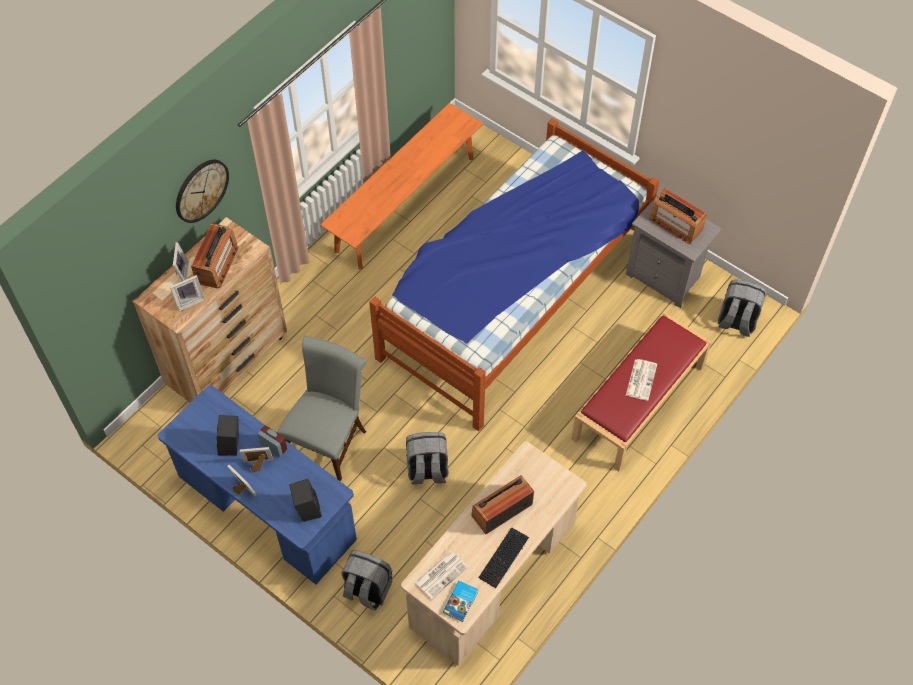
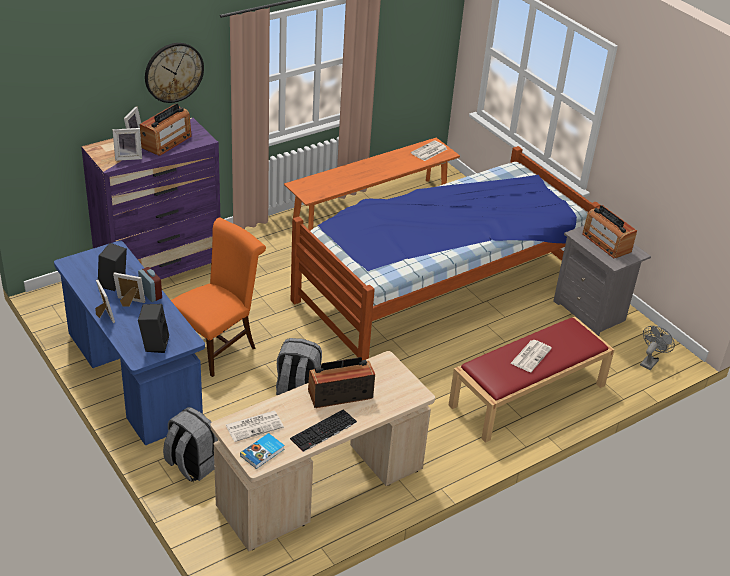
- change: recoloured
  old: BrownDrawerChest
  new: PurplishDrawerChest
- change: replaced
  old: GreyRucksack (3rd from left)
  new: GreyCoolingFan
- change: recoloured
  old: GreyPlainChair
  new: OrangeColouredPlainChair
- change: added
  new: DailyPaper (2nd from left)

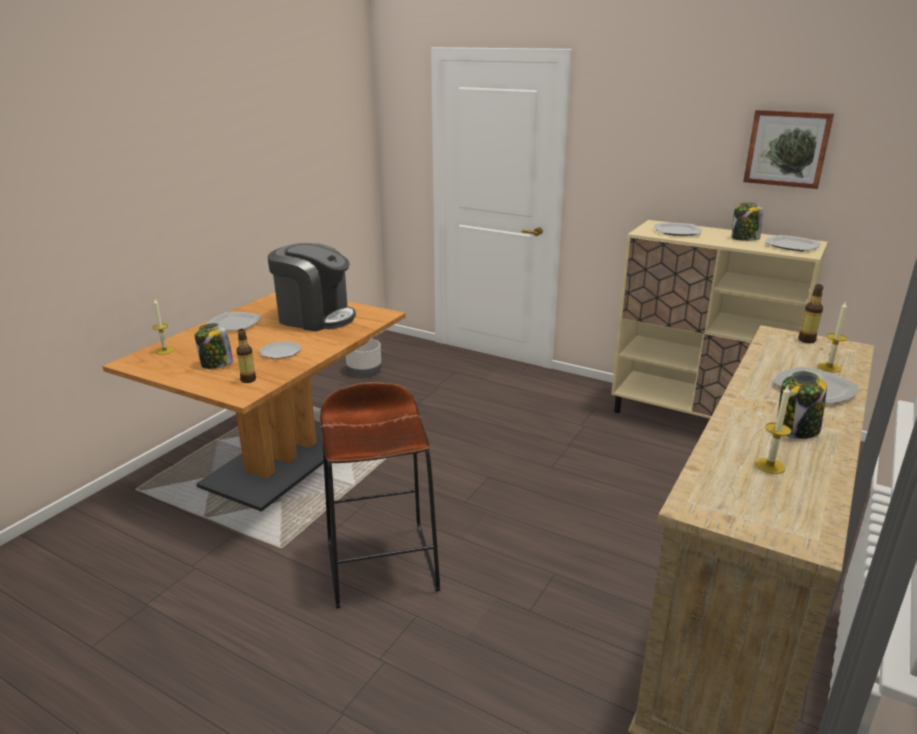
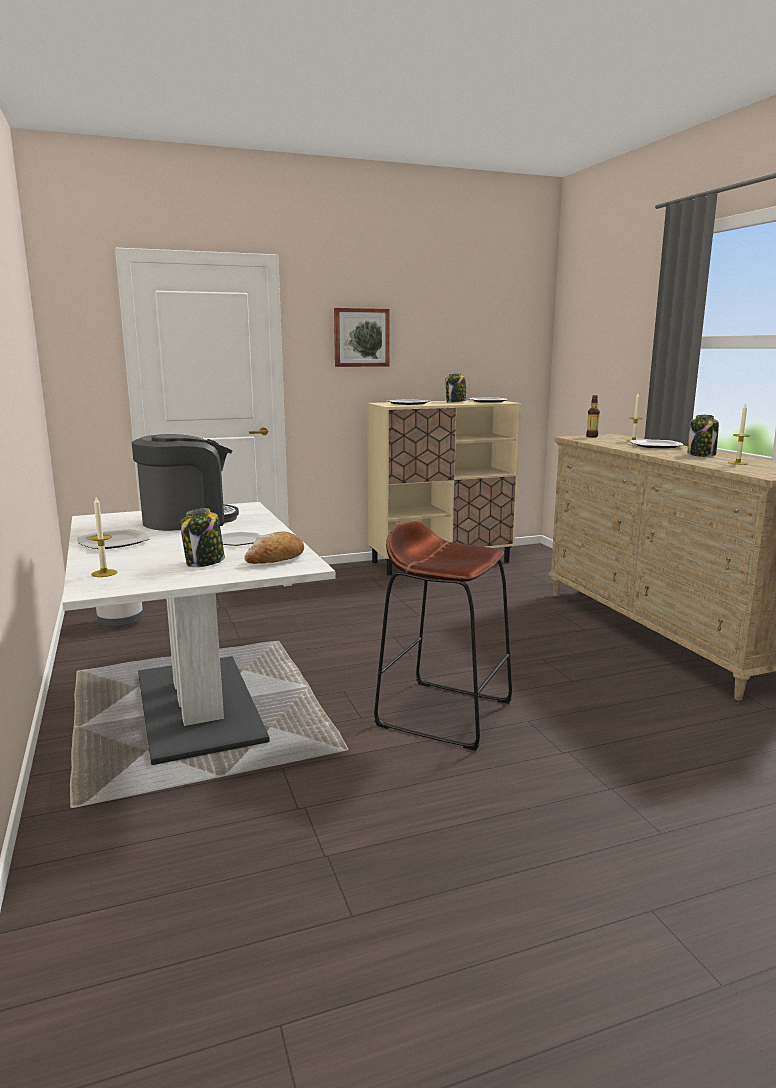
- change: moved
  old: WallPicture
- change: recoloured
  old: BrownDinnerTable
  new: WhitishDinnerTable
- change: replaced
  old: Bottle (1st from left)
  new: BakeryBread

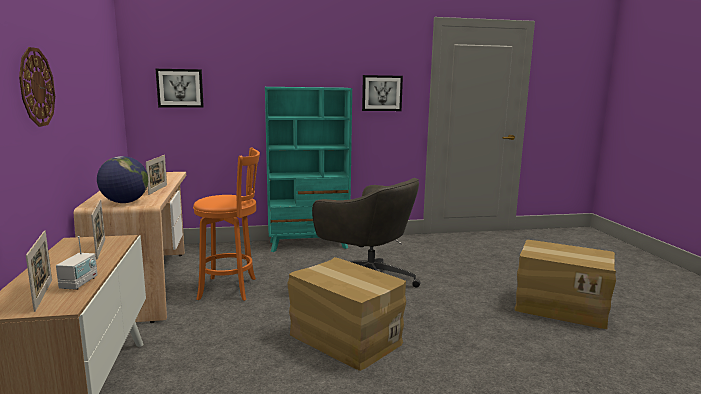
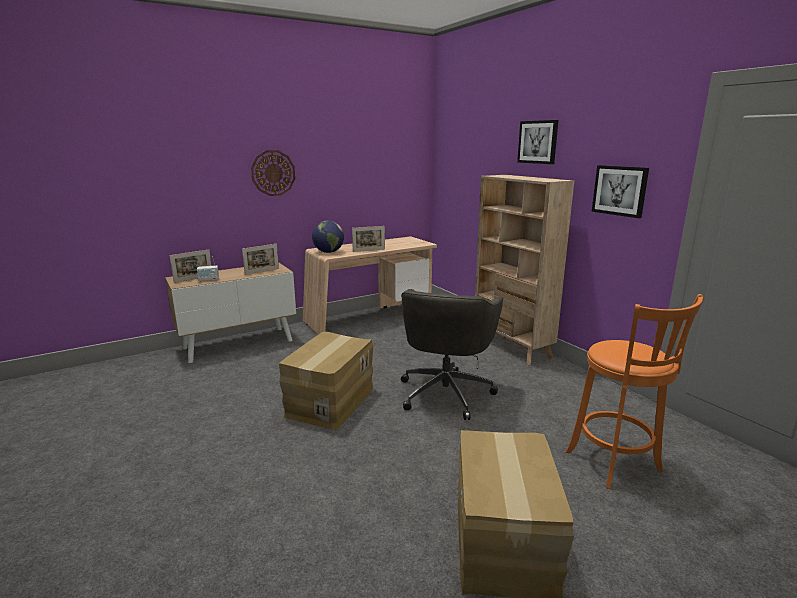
- change: moved
  old: WallPicture (1st from left)
- change: recoloured
  old: TurquoiseBookshelf
  new: BeigeBookshelf
- change: moved
  old: OrangeColouredStool

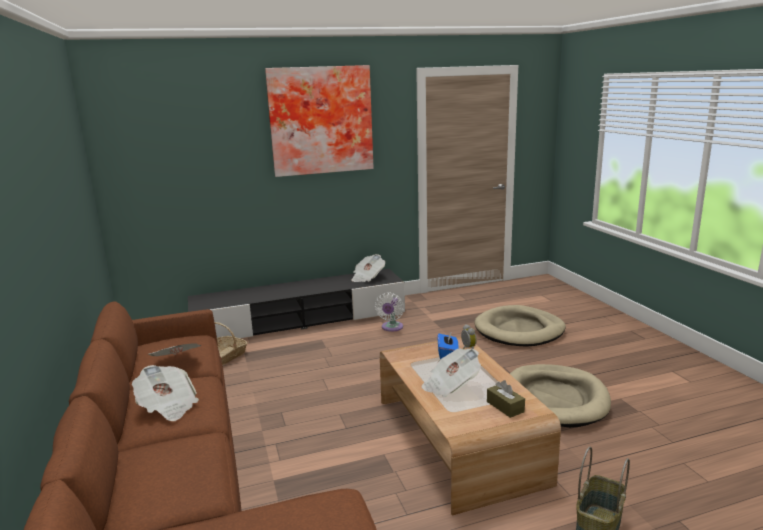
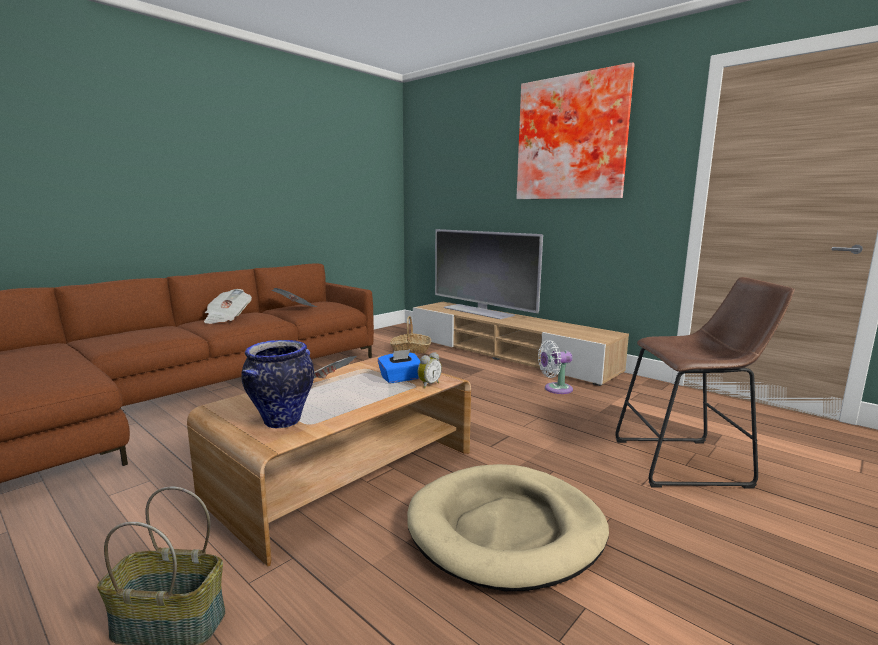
- change: removed
  old: DailyPaper (3rd from left)
- change: recoloured
  old: BlackColouredTvUnit
  new: BeigeTvUnit
- change: replaced
  old: BeigeDogCushion (1st from left)
  new: BrownStool
- change: replaced
  old: BrownTissueBox
  new: DecorativeVase
- change: added
  new: Television

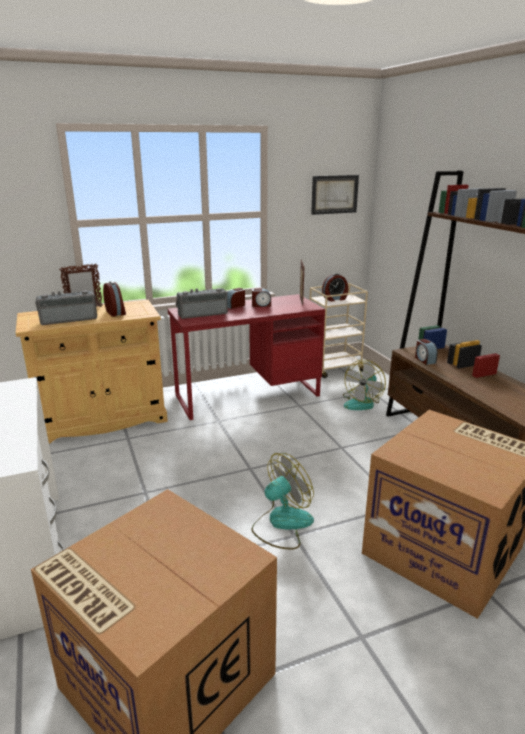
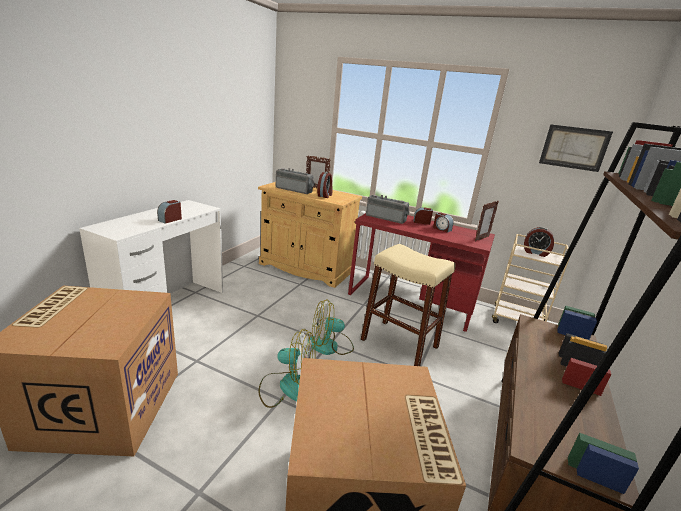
- change: moved
  old: AlarmClock (5th from left in the first image)
  new: AlarmClock (1st from left)
- change: moved
  old: CoolingFan (2nd from left)
- change: added
  new: BeigeStool

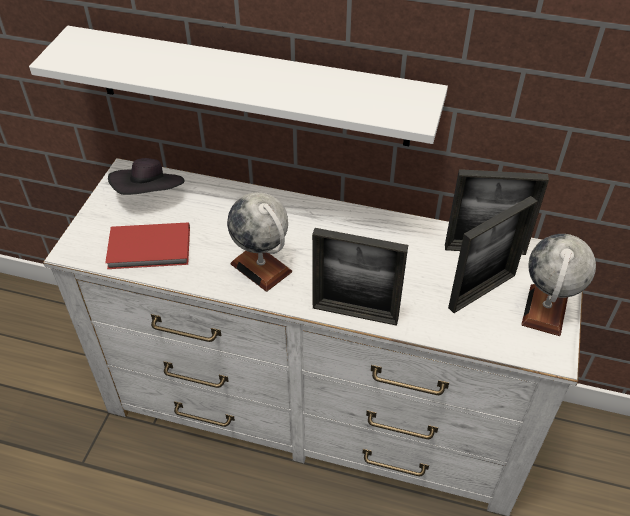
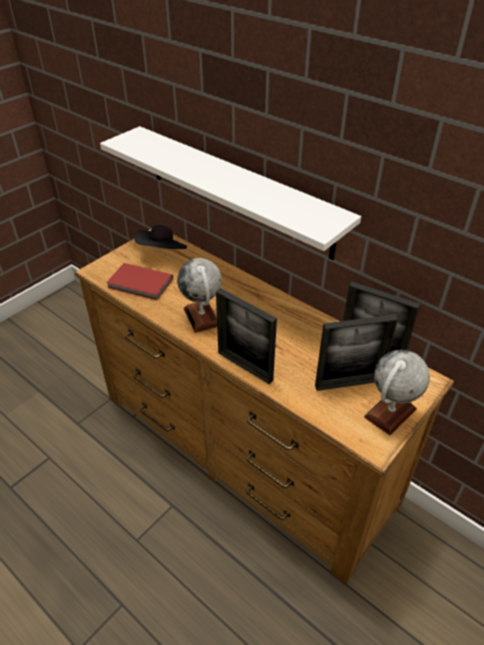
- change: recoloured
  old: WhitishDrawerChest
  new: BrownDrawerChest

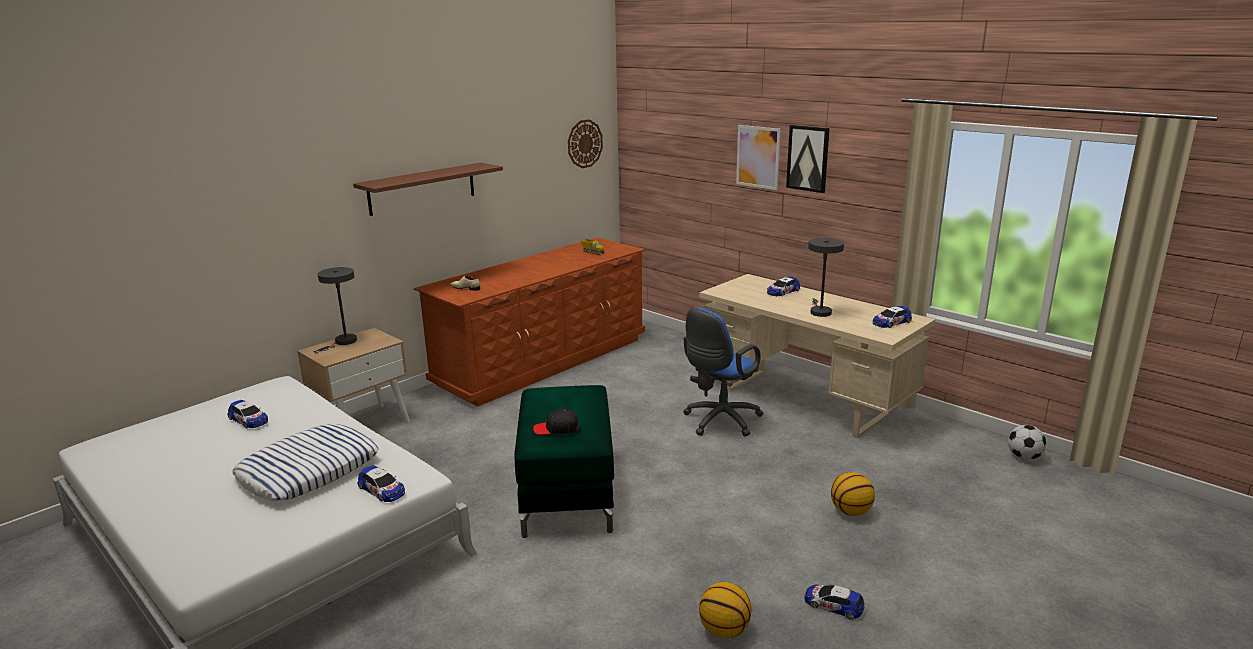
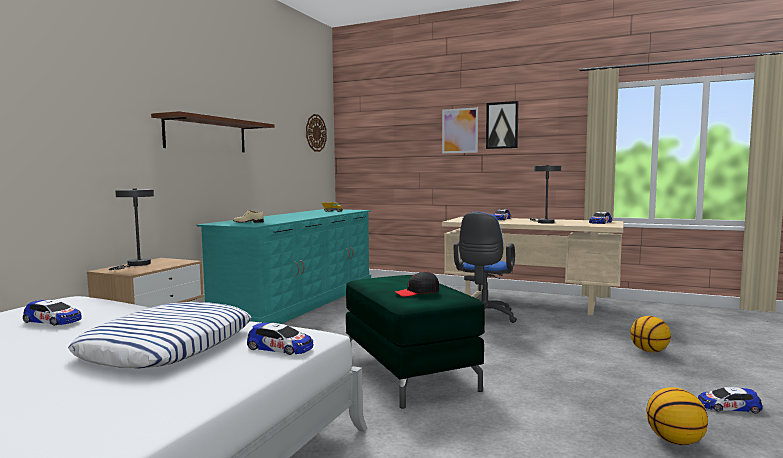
- change: recoloured
  old: BrownDrawerChest
  new: TurquoiseDrawerChest
- change: removed
  old: BallForFootball

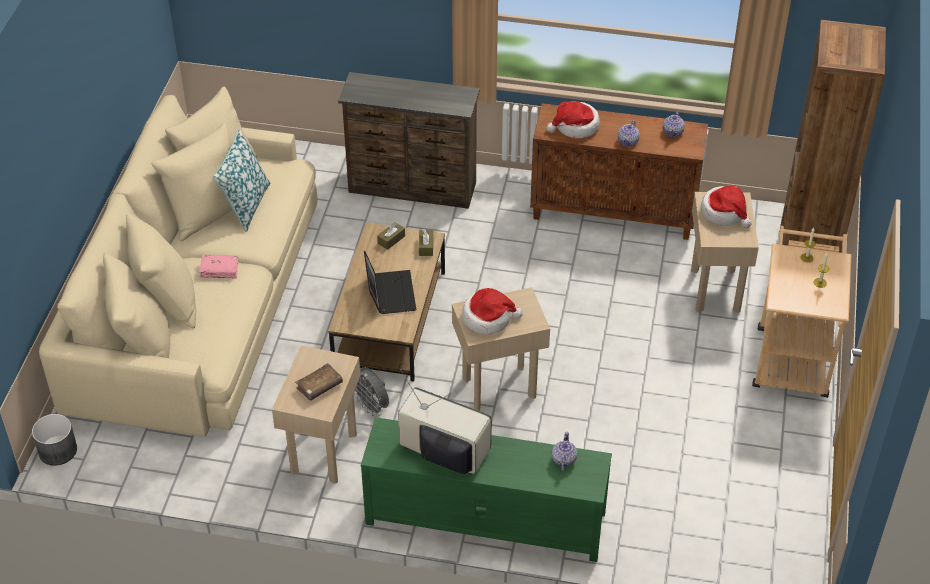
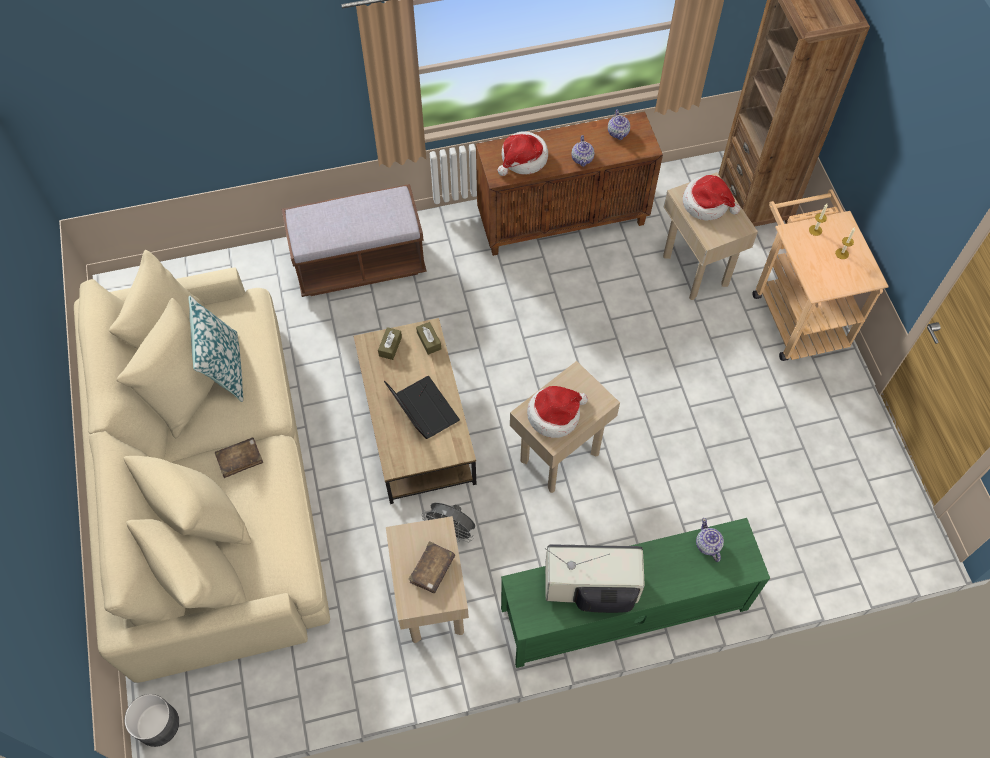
- change: replaced
  old: BrownDrawerChest
  new: BrownIndoorBench
- change: recoloured
  old: PinkVolume
  new: BrownVolume (1st from left)

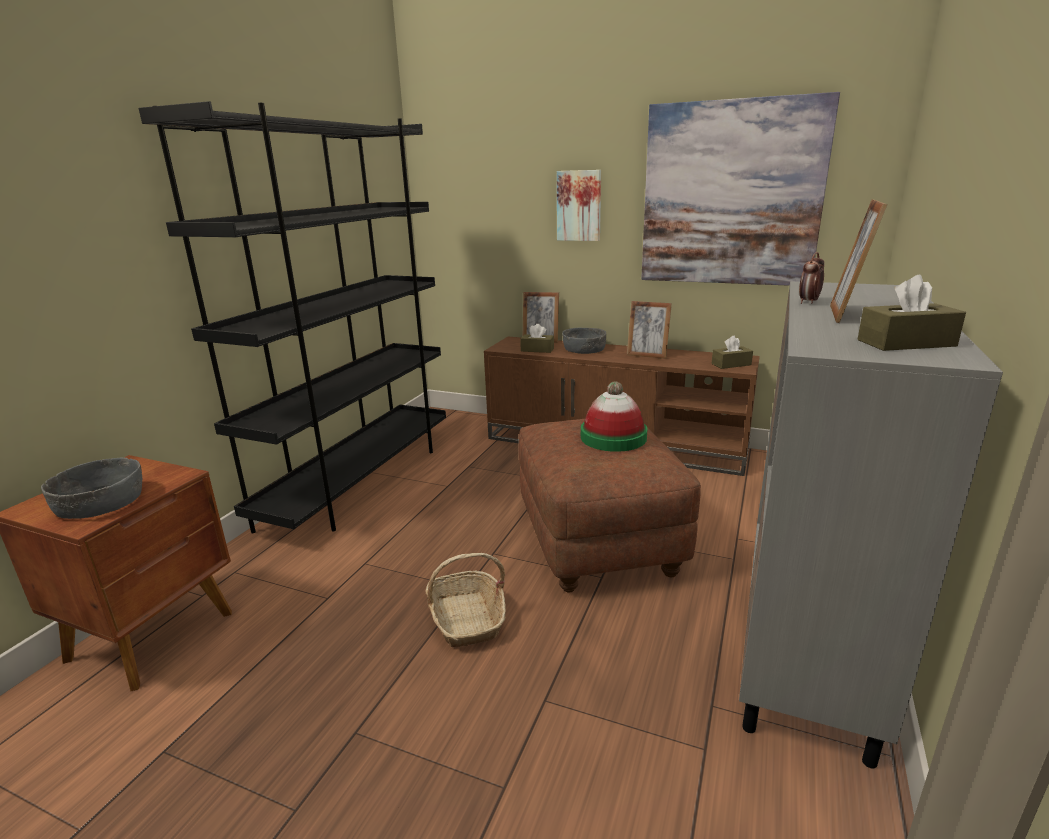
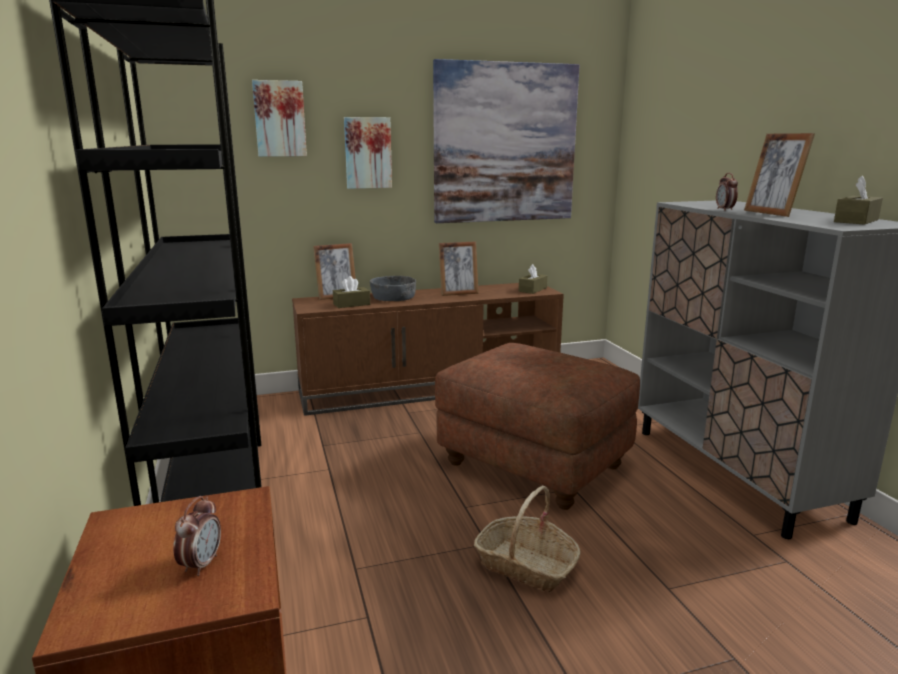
- change: removed
  old: WearableHat
- change: replaced
  old: GreyBowl (1st from left)
  new: AlarmClock (1st from left)
- change: added
  new: WallPicture (1st from left)

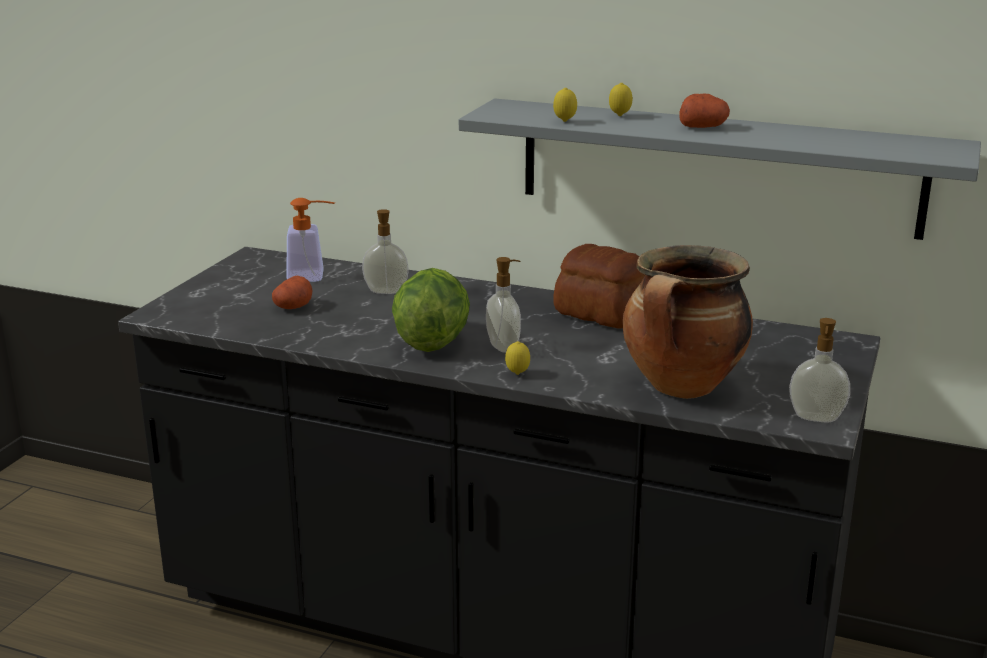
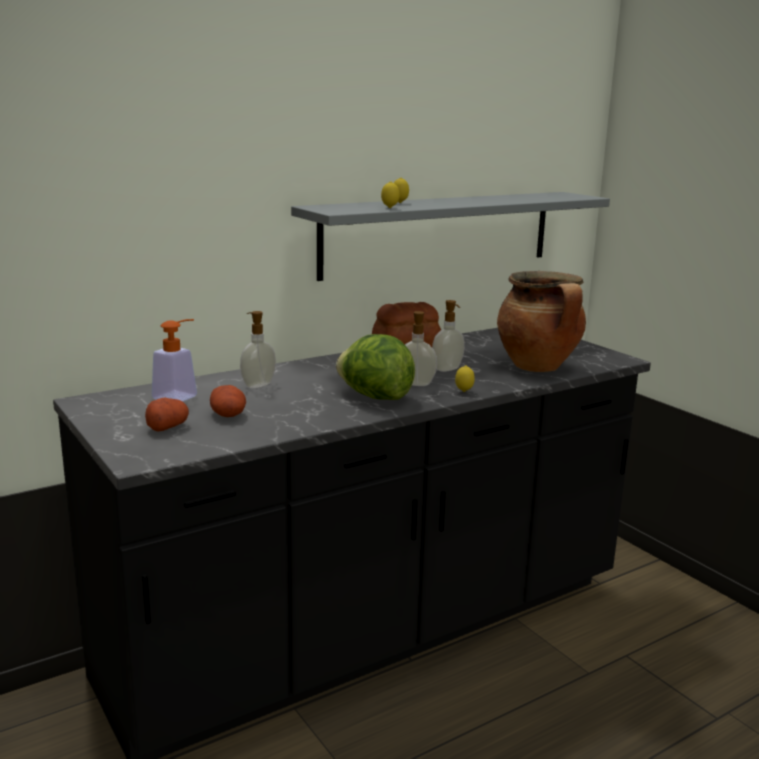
- change: moved
  old: Potato (2nd from left in the first image)
  new: Potato (1st from left)
- change: moved
  old: LiquidSoapBottle (4th from left)

